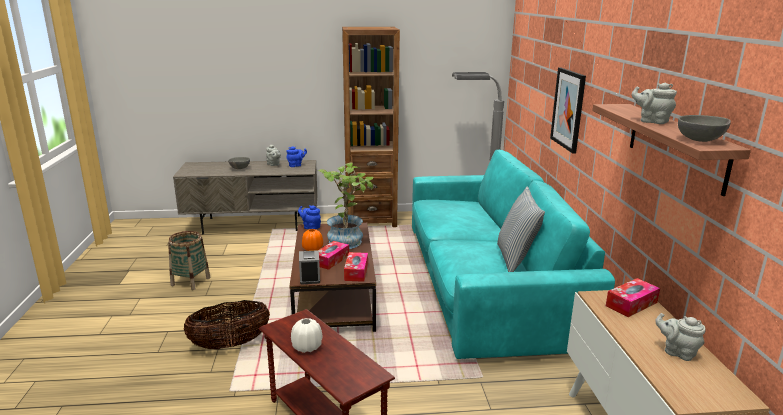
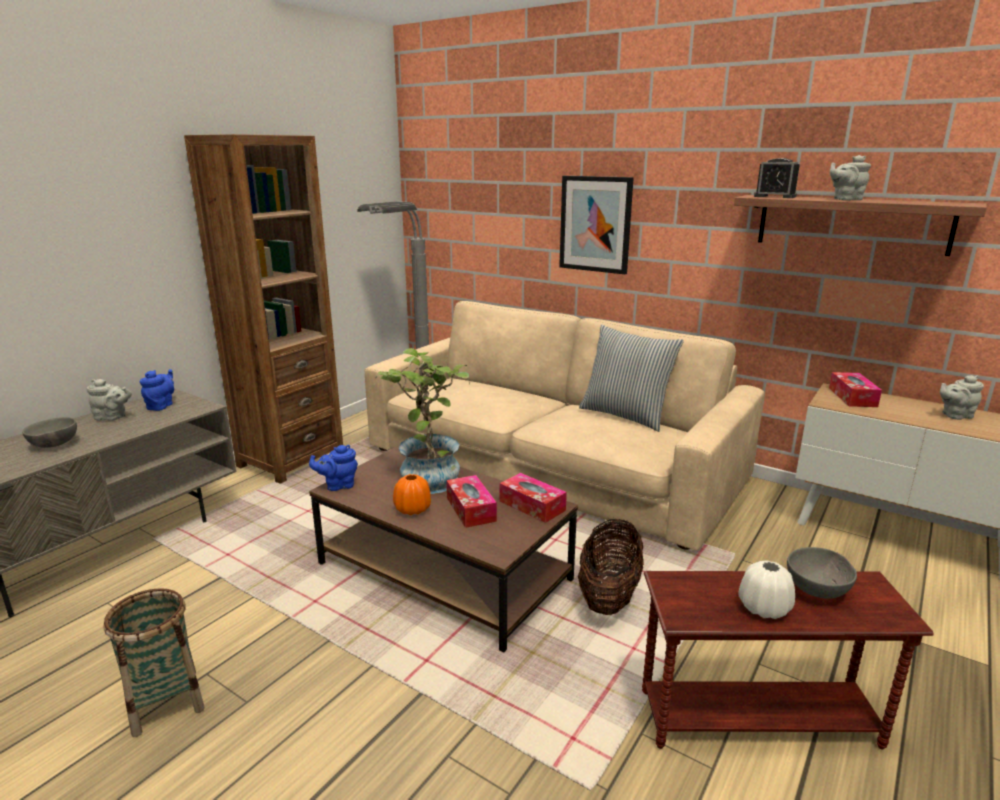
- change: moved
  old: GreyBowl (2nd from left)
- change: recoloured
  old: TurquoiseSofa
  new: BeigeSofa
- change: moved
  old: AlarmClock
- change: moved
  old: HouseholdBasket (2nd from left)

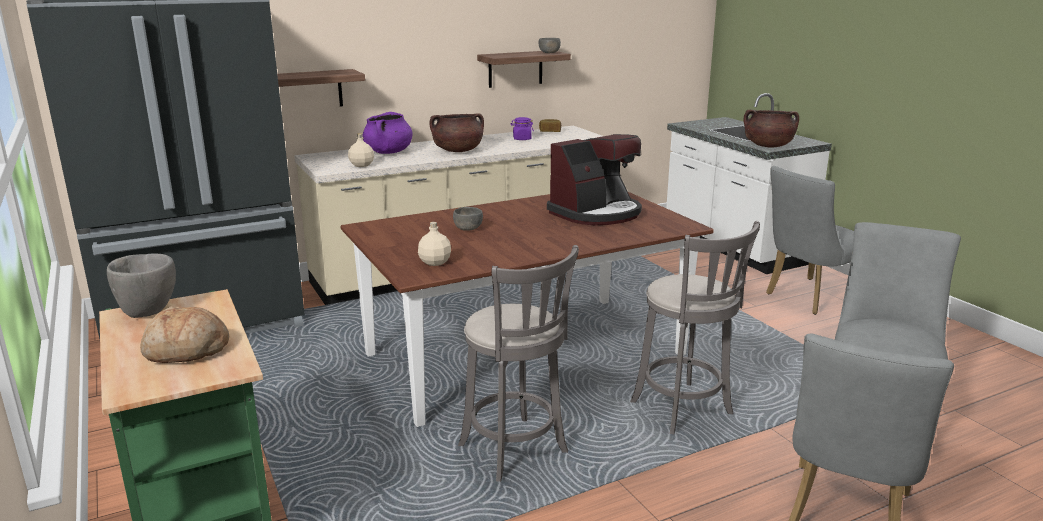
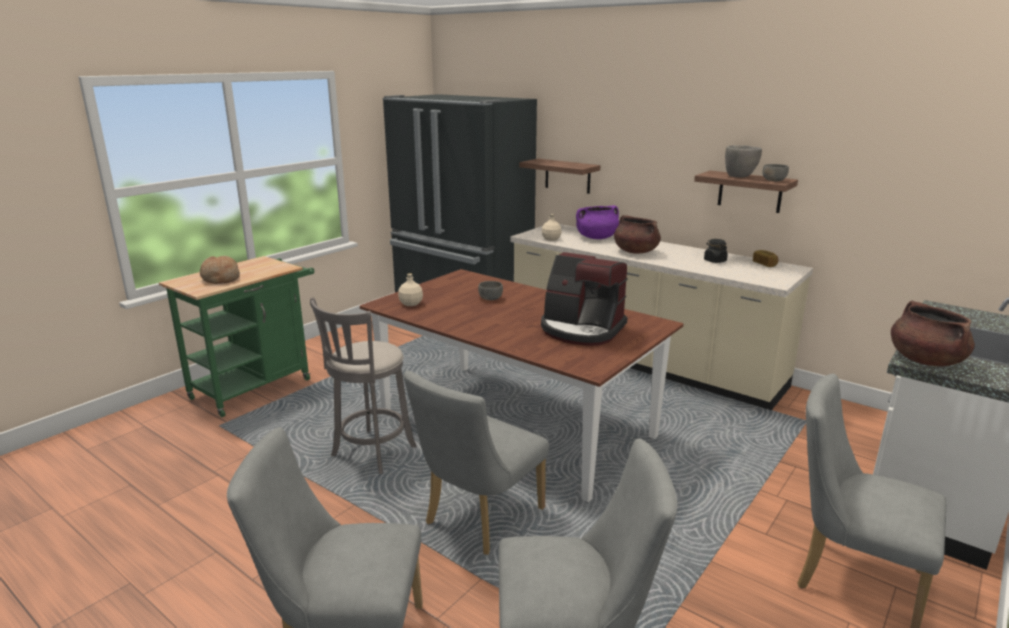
- change: recoloured
  old: PurplishStorageJar
  new: BlackColouredStorageJar
- change: replaced
  old: GreyStool (2nd from left)
  new: GreyPlainChair (2nd from left)
- change: moved
  old: GreyBowl (1st from left in the first image)
  new: GreyBowl (2nd from left)

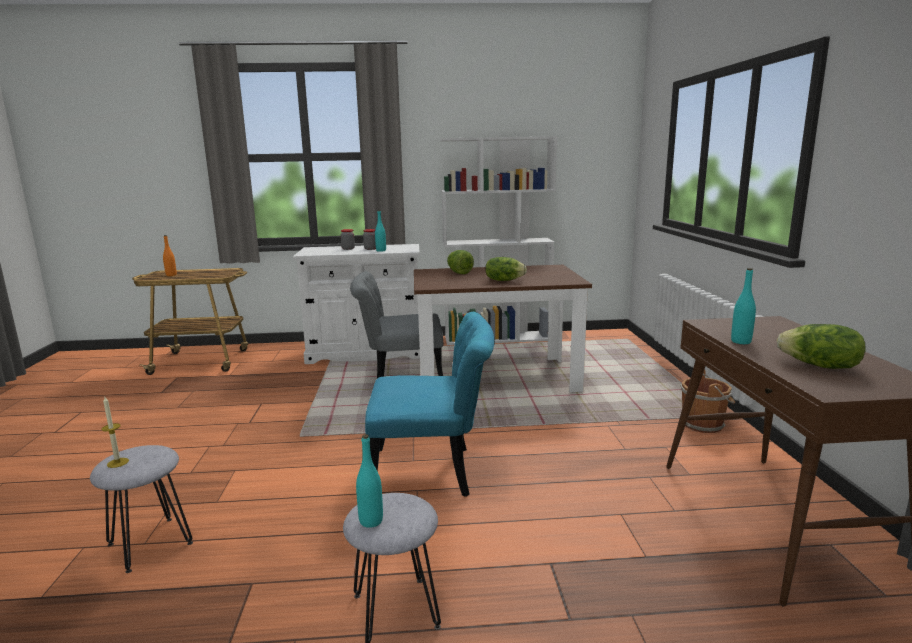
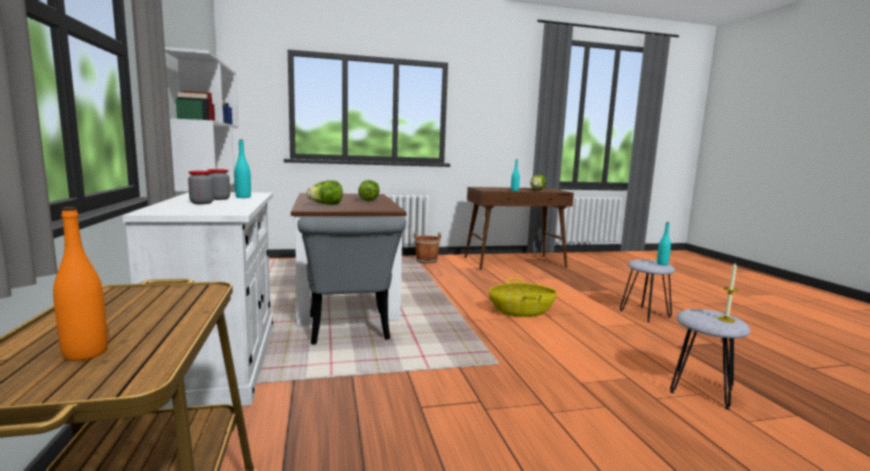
- change: replaced
  old: TurquoisePlainChair
  new: HouseholdBasket

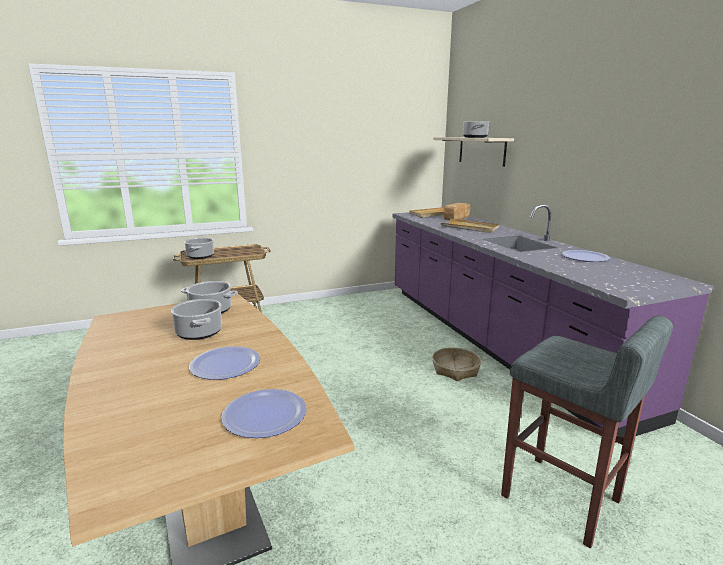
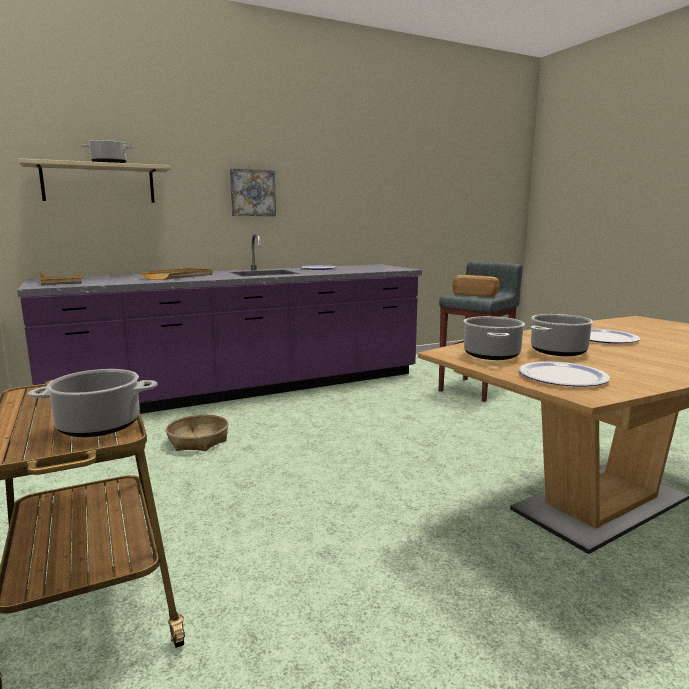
- change: moved
  old: BakeryBread
- change: moved
  old: HouseholdBasket
- change: moved
  old: FlatDish (2nd from left)
- change: added
  new: WallPicture

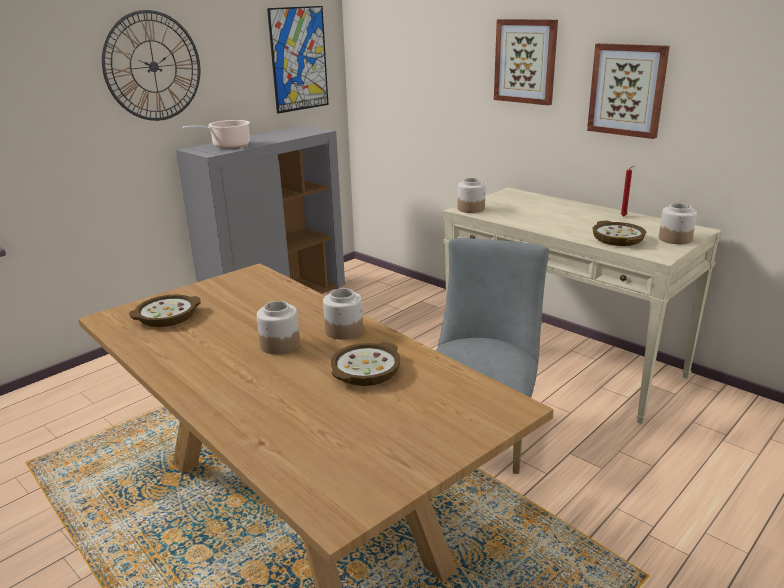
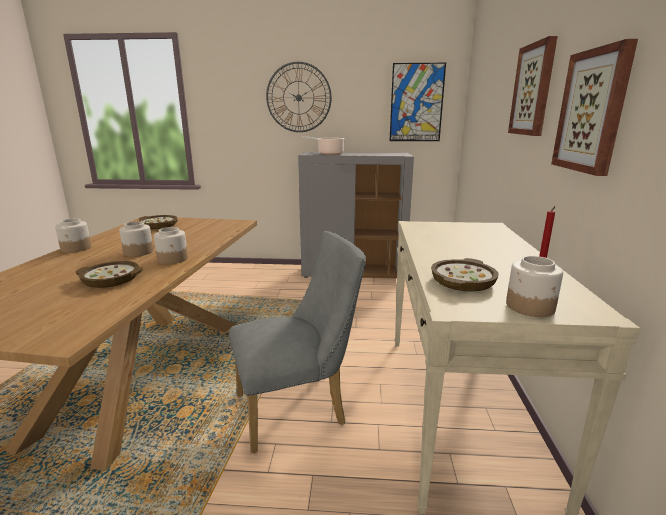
- change: moved
  old: StorageJar (3rd from left in the first image)
  new: StorageJar (1st from left)

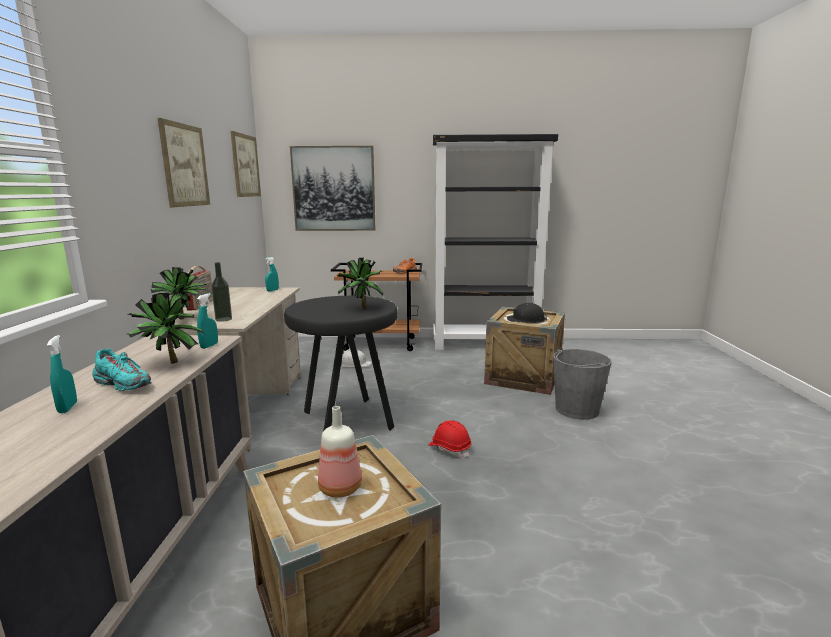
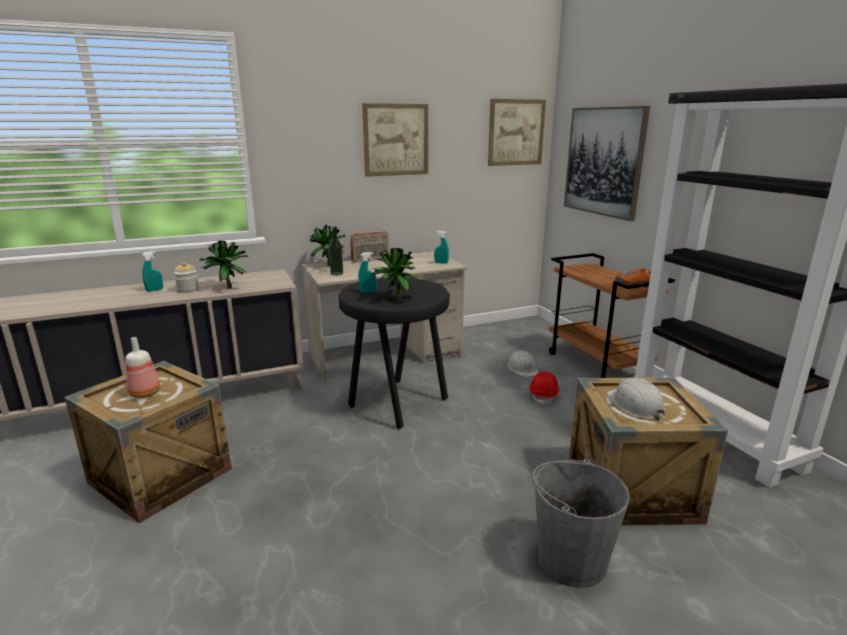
- change: moved
  old: TurquoiseSprayer (2nd from left)
- change: recoloured
  old: BlackColouredWorkHelmet
  new: WhitishWorkHelmet (2nd from left)
- change: replaced
  old: TurquoiseLowShoe
  new: StorageJar
- change: moved
  old: RedColouredWorkHelmet

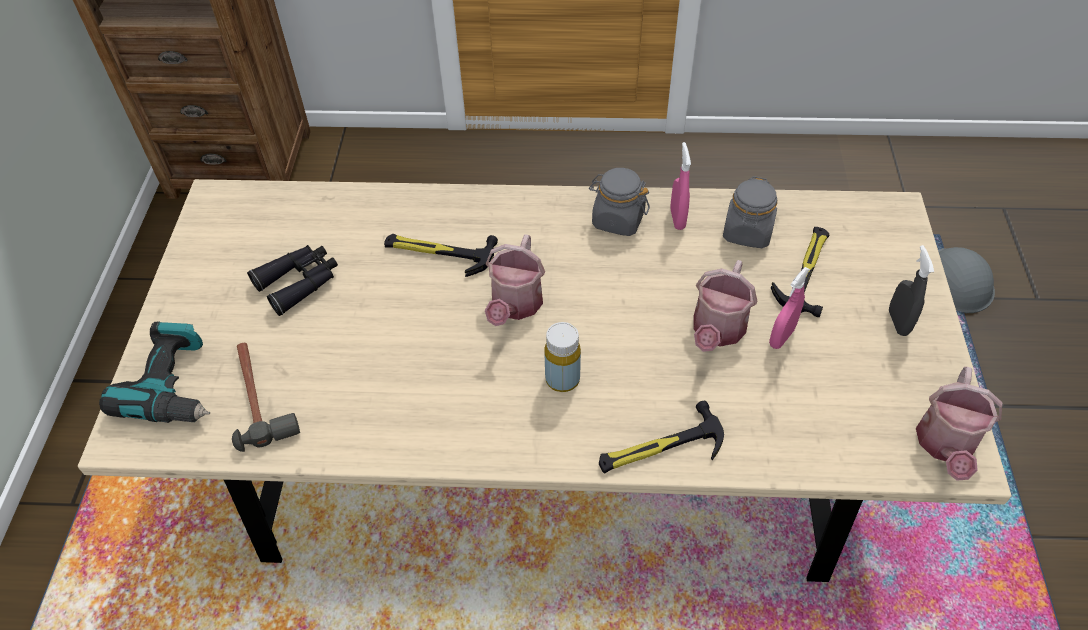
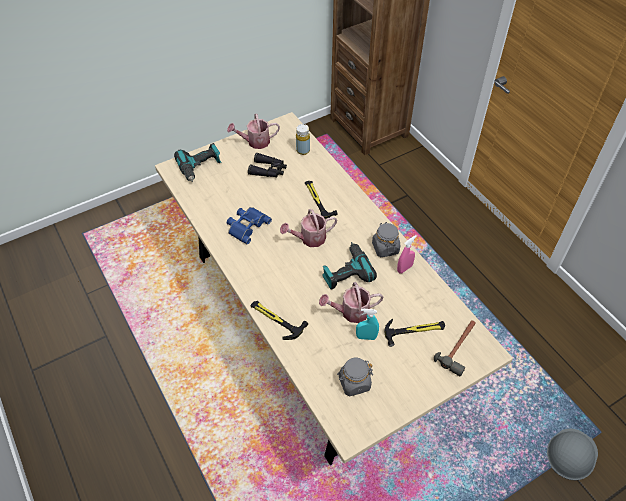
- change: moved
  old: GreyStorageJar (2nd from left in the first image)
  new: GreyStorageJar (1st from left)
- change: removed
  old: GreySprayer
- change: recoloured
  old: PinkSprayer (2nd from left)
  new: TurquoiseSprayer
- change: moved
  old: YellowBottle
- change: moved
  old: Hammer (1st from left in the first image)
  new: Hammer (4th from left)
- change: moved
  old: WateringPot (3rd from left in the first image)
  new: WateringPot (1st from left)
- change: added
  new: BluishBinoculars
- change: added
  new: Drill (2nd from left)

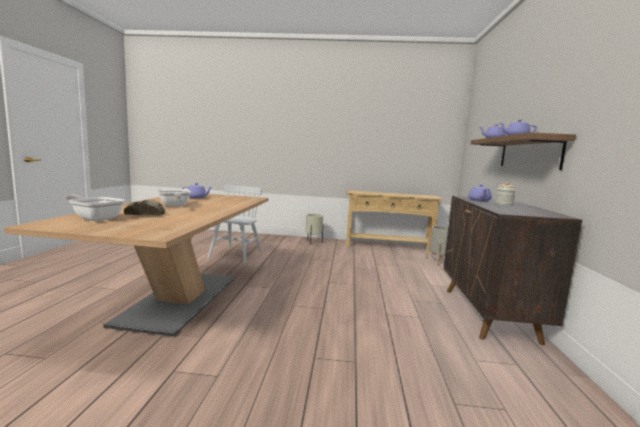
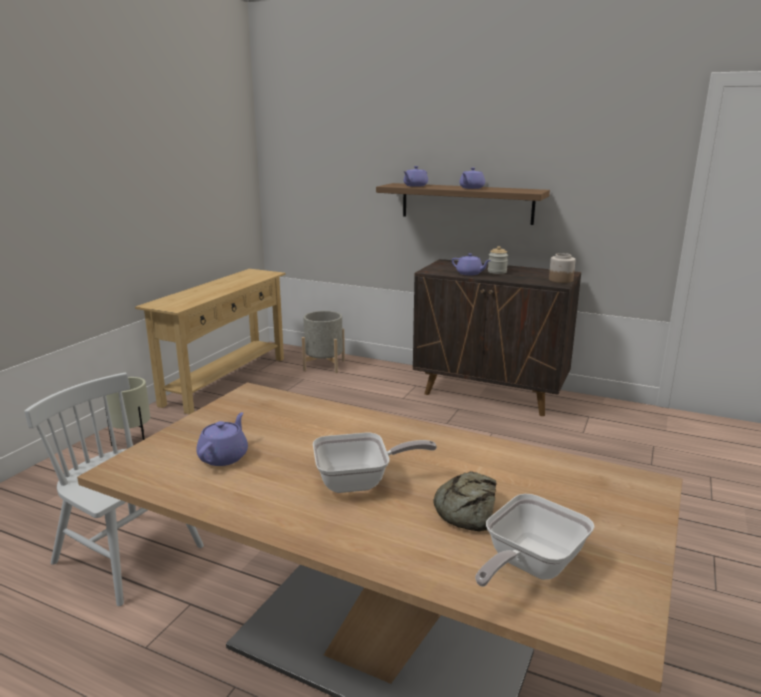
- change: added
  new: StorageJar (2nd from left)

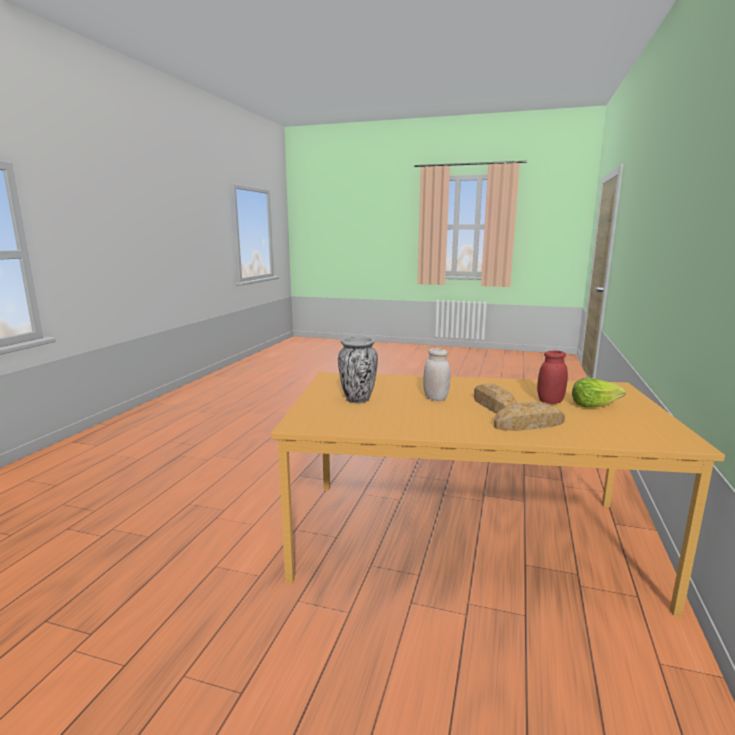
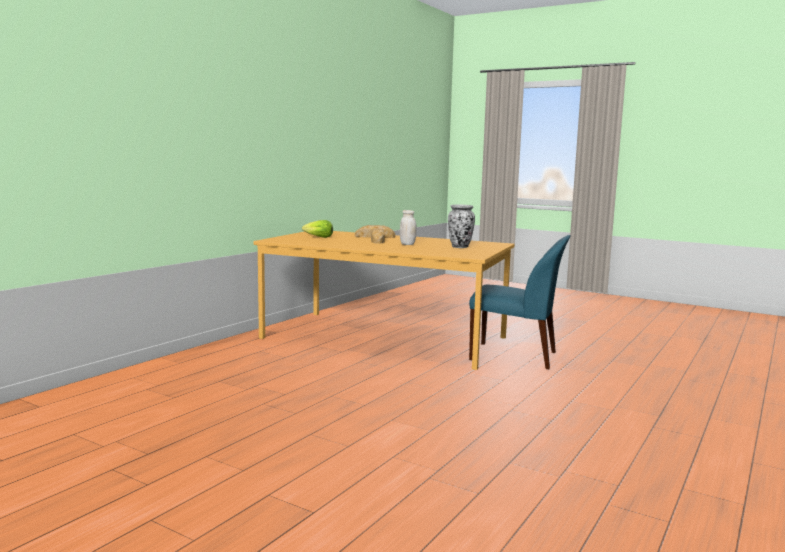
- change: removed
  old: RedColouredStorageJar
- change: added
  new: BluishPlainChair

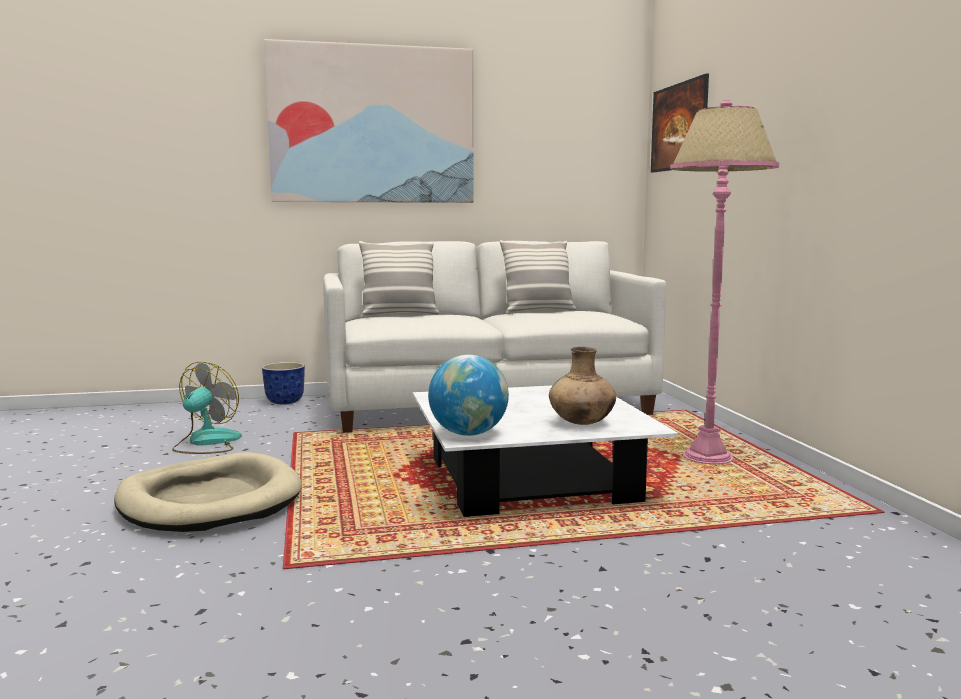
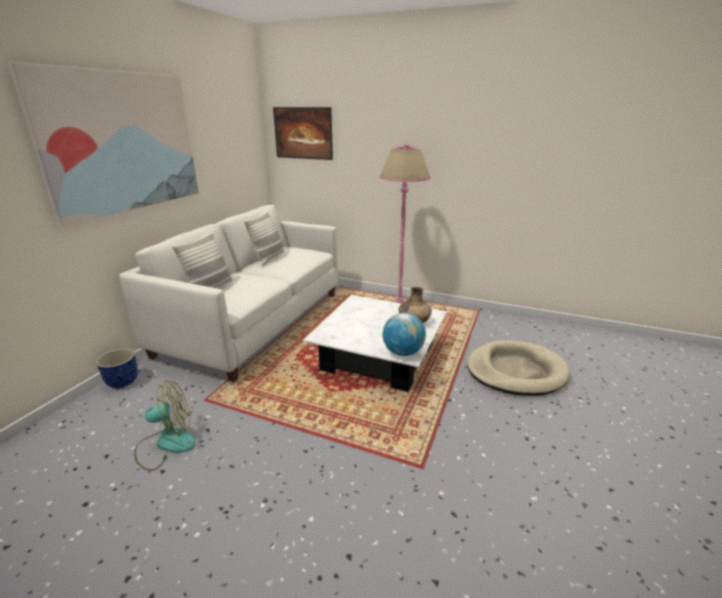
- change: turned
  old: CoolingFan
  degrees: 105
- change: moved
  old: BeigeDogCushion

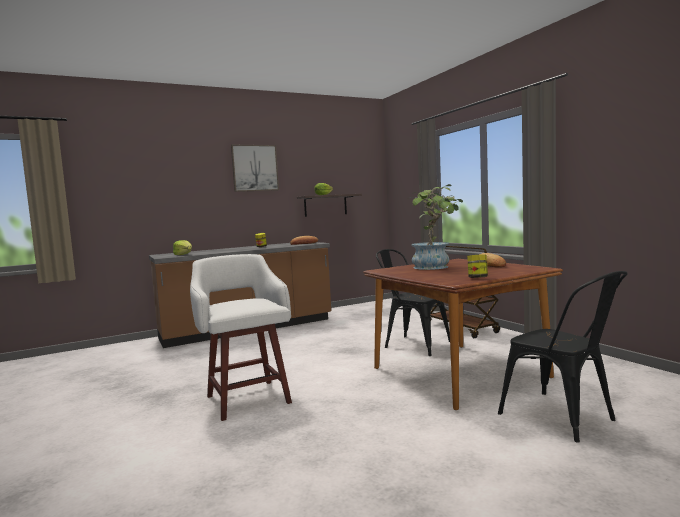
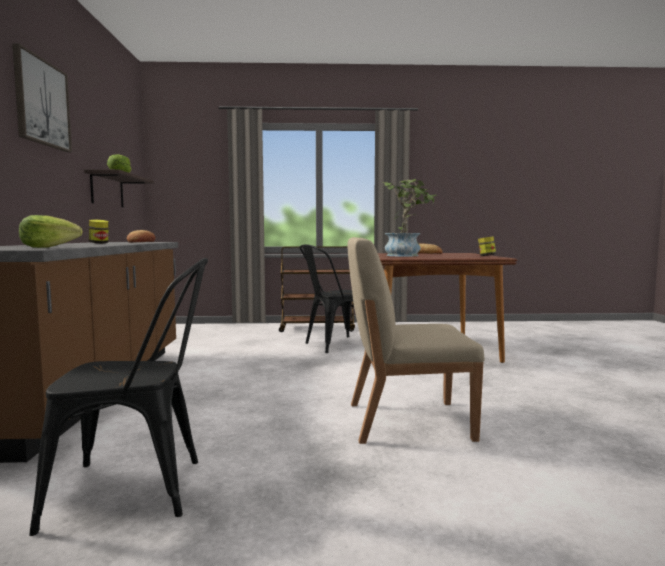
- change: replaced
  old: WhitishStool
  new: BeigePlainChair
- change: moved
  old: BlackColouredPlainChair (2nd from left in the first image)
  new: BlackColouredPlainChair (1st from left)

